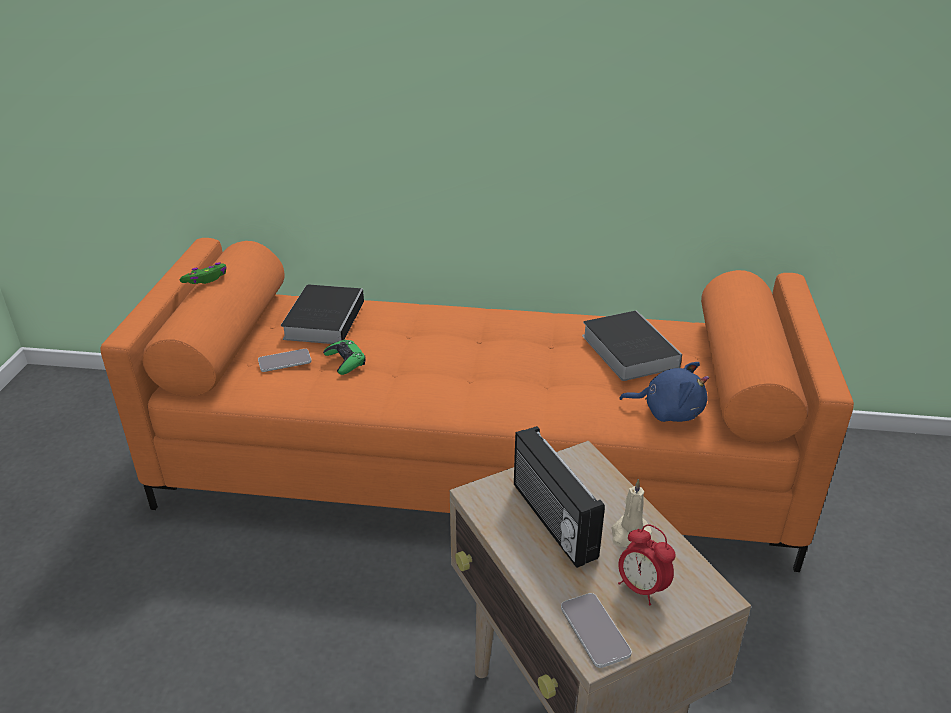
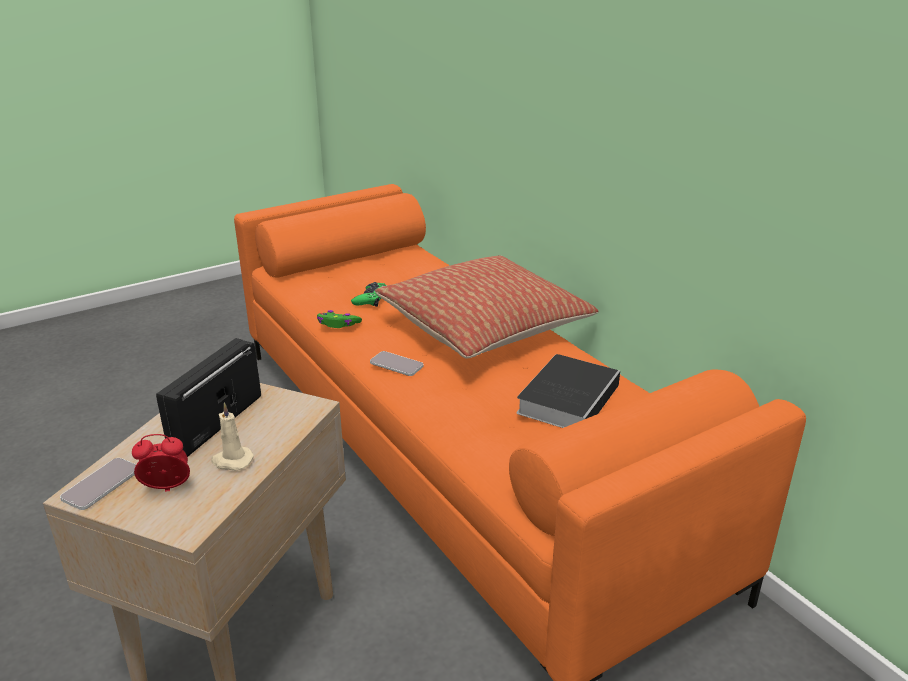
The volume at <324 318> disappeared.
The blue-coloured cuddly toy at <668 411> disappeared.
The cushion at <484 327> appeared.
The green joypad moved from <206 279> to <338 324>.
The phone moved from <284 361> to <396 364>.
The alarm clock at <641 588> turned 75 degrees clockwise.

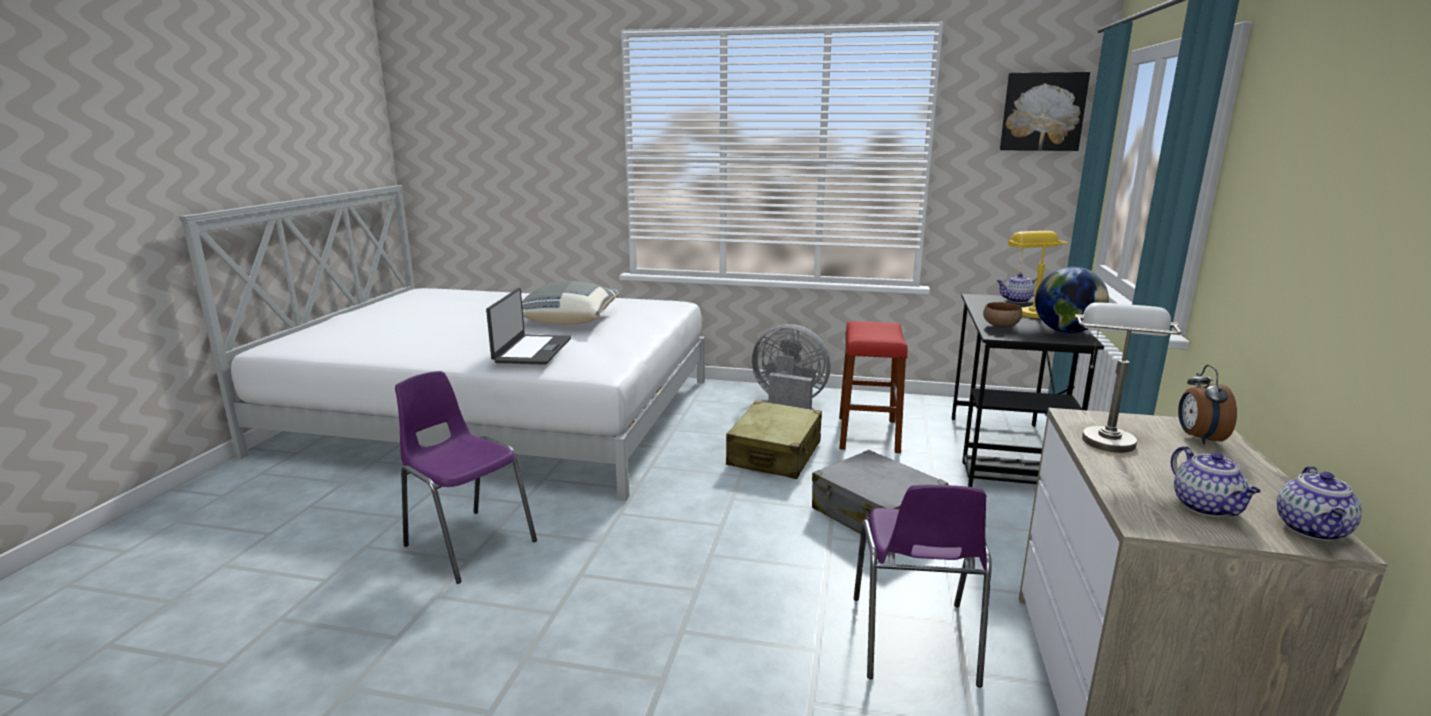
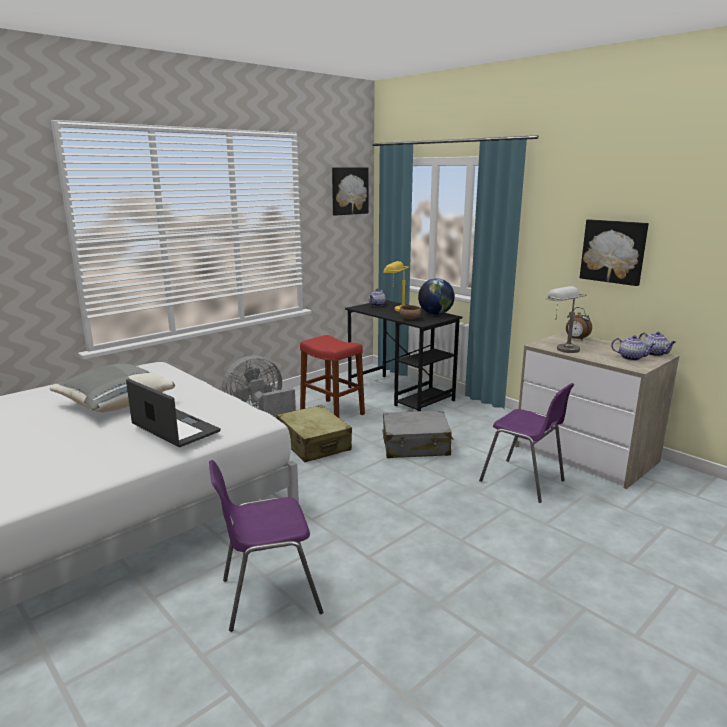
The wall picture at <613 251> appeared.

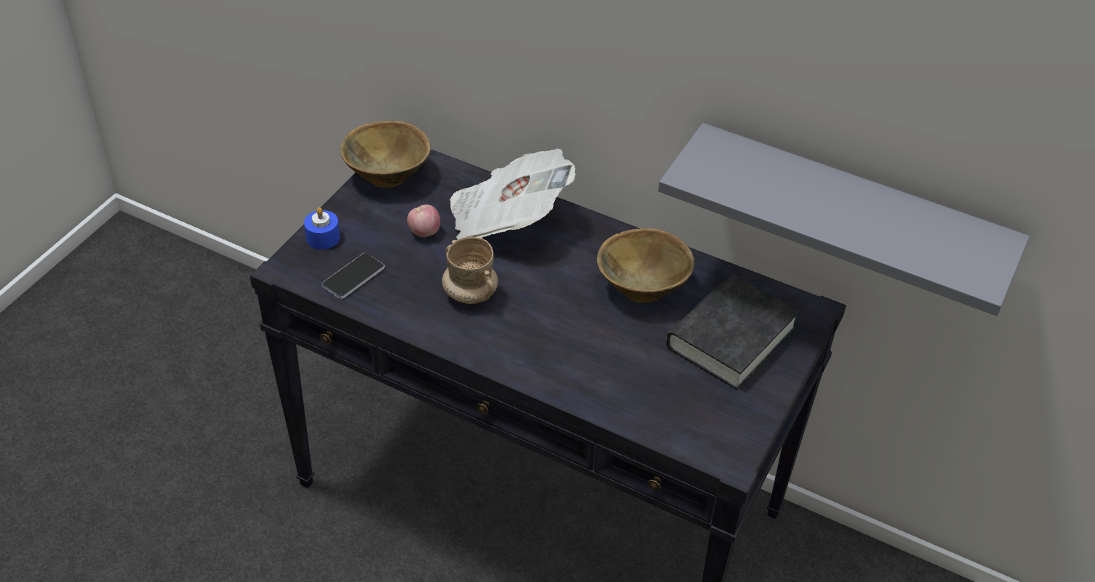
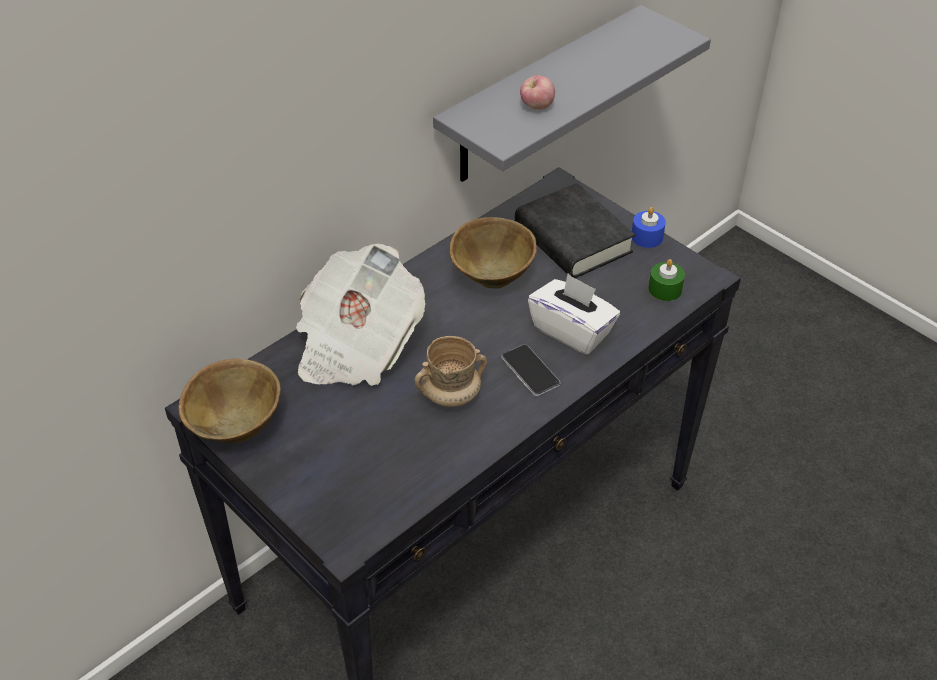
The white box of tissues at <572 331> appeared.
The green wax light at <665 289> appeared.
The blue-coloured wax light moved from <323 237> to <647 237>.
The phone moved from <353 277> to <530 371>.
The apple fruit moved from <424 232> to <536 107>.

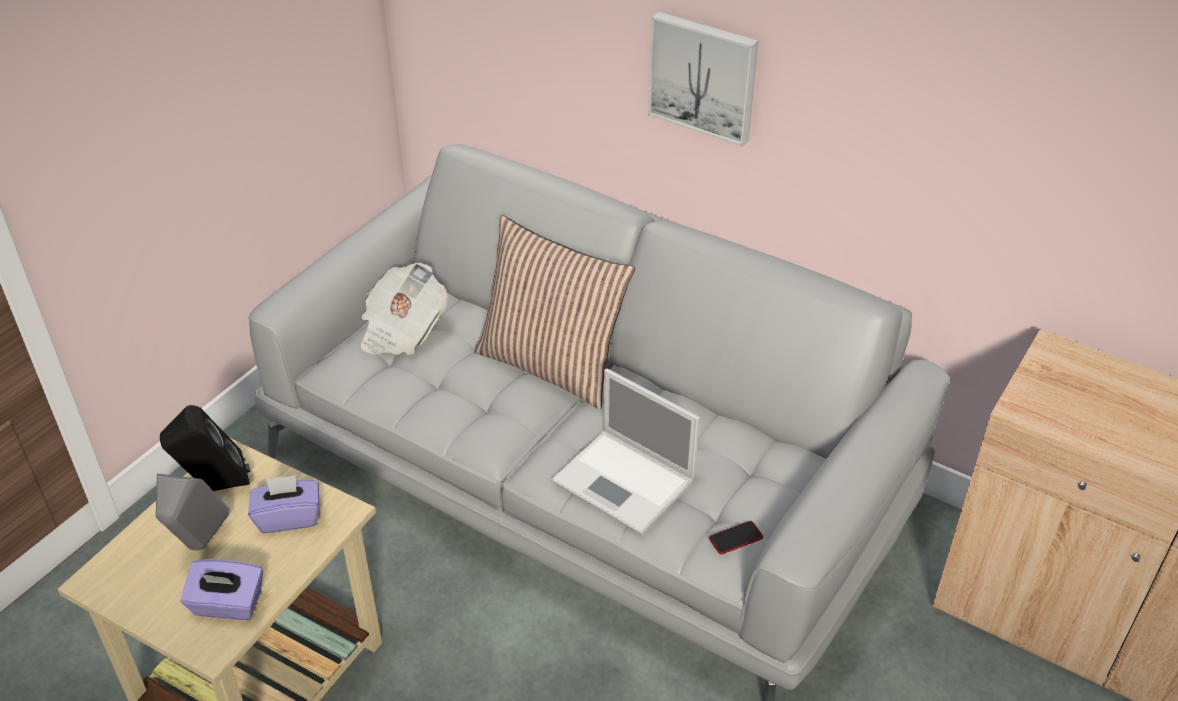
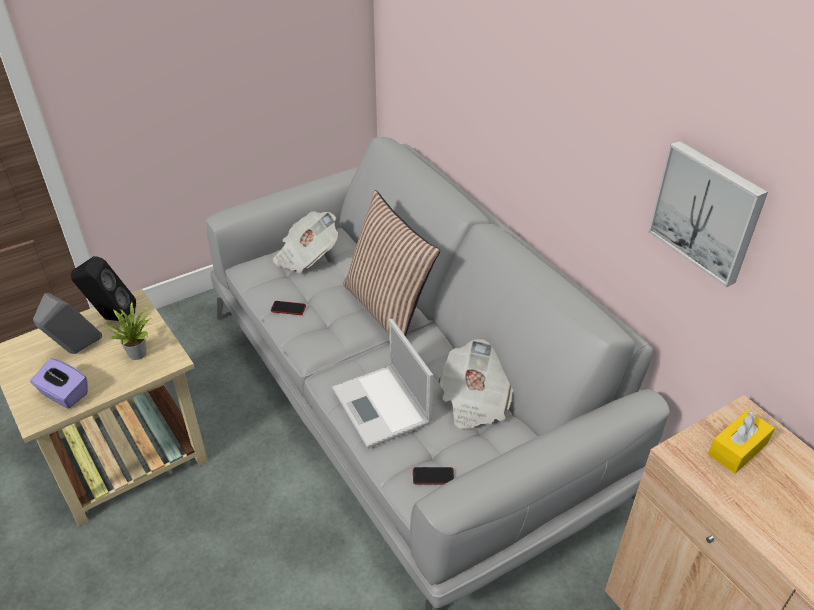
The phone at <288 308> appeared.
The newspaper at <475 400> appeared.
The yellowish box of tissues at <737 449> appeared.
The wall picture moved from <704 76> to <707 211>.
The purple-coloured box of tissues at <289 517> was replaced by the houseplant at <138 352>.

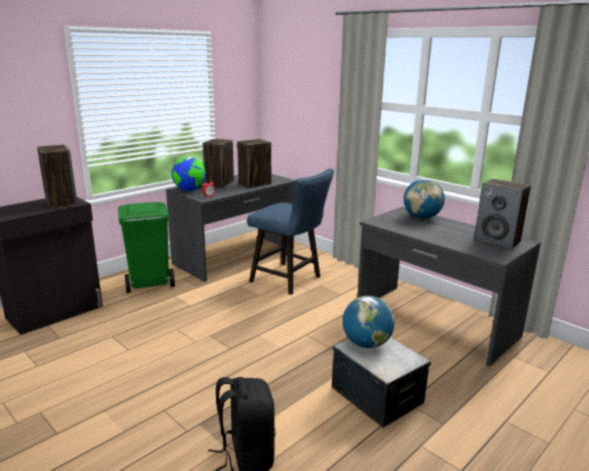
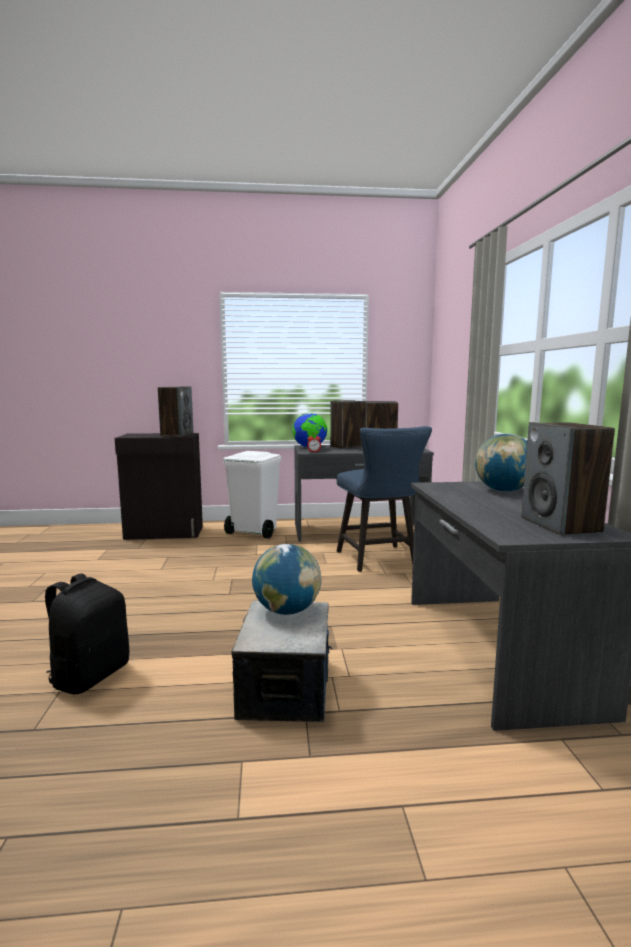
The green rubbish bin at <149 284> became the white rubbish bin at <253 532>.

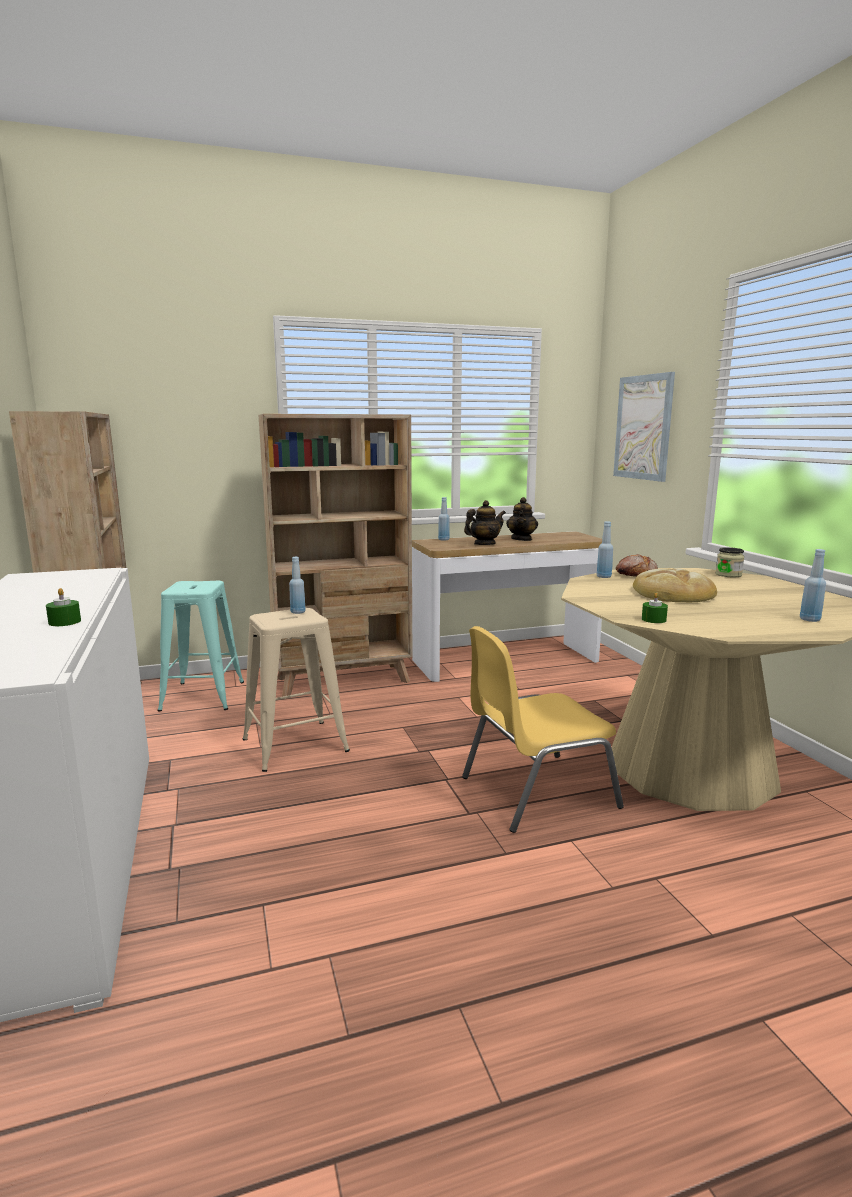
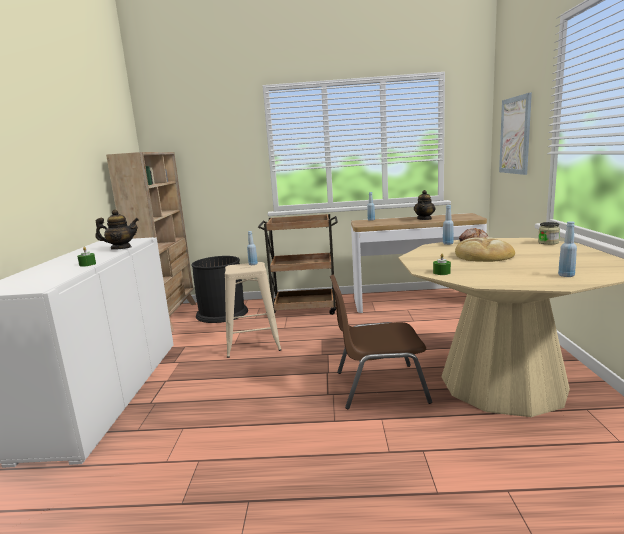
The tea pot moved from <484 544> to <121 248>.
The blue-green stool at <203 696> was replaced by the blackish rubbish bin at <222 313>.
The beige bookshelf at <344 680> was replaced by the brown trolley at <305 309>.
The yellowish plain chair at <535 791> became the brown plain chair at <379 386>.

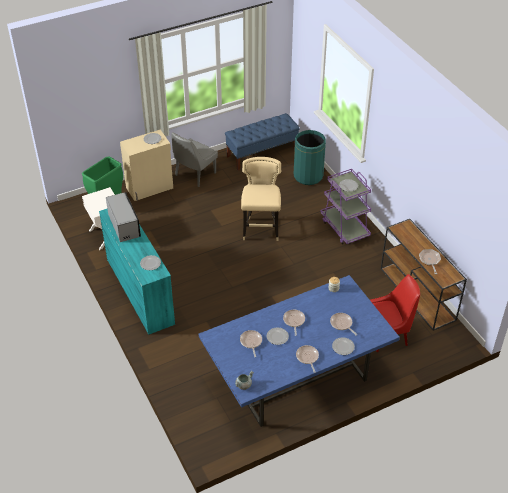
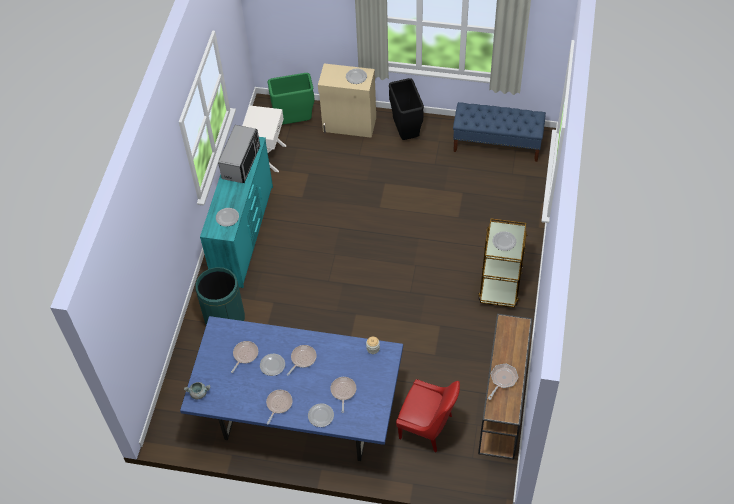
The beige stool at <261 230> disappeared.
The green rubbish bin moved from <308 176> to <225 319>.
The greyish plain chair at <194 174> was replaced by the blackish rubbish bin at <405 133>.
The purple-coloured trolley at <344 228> became the brown trolley at <500 282>.

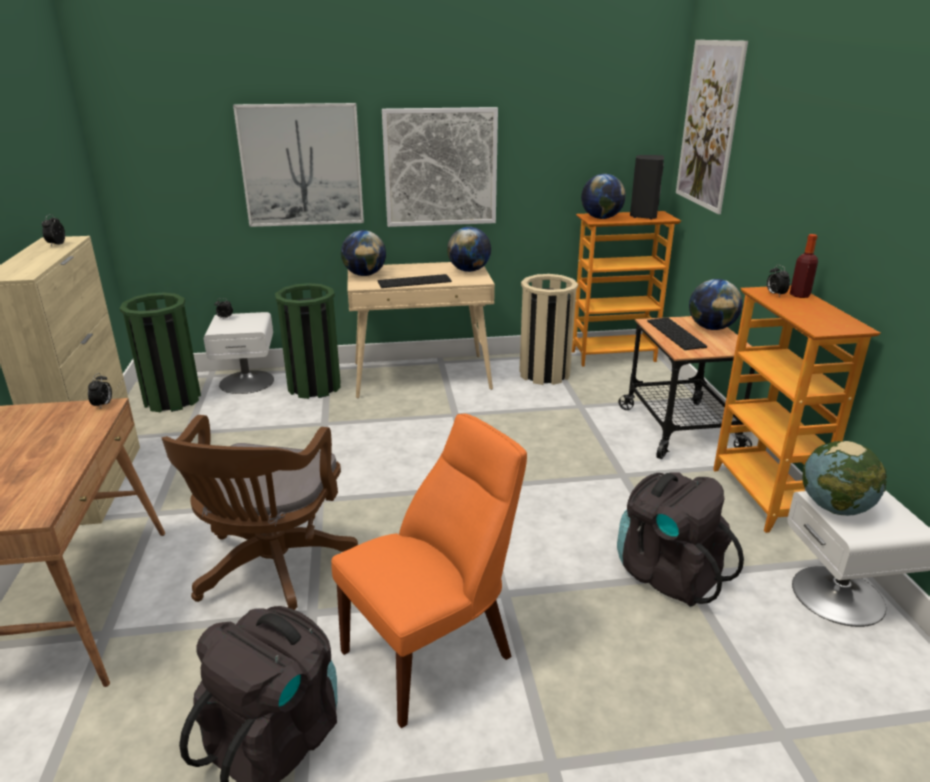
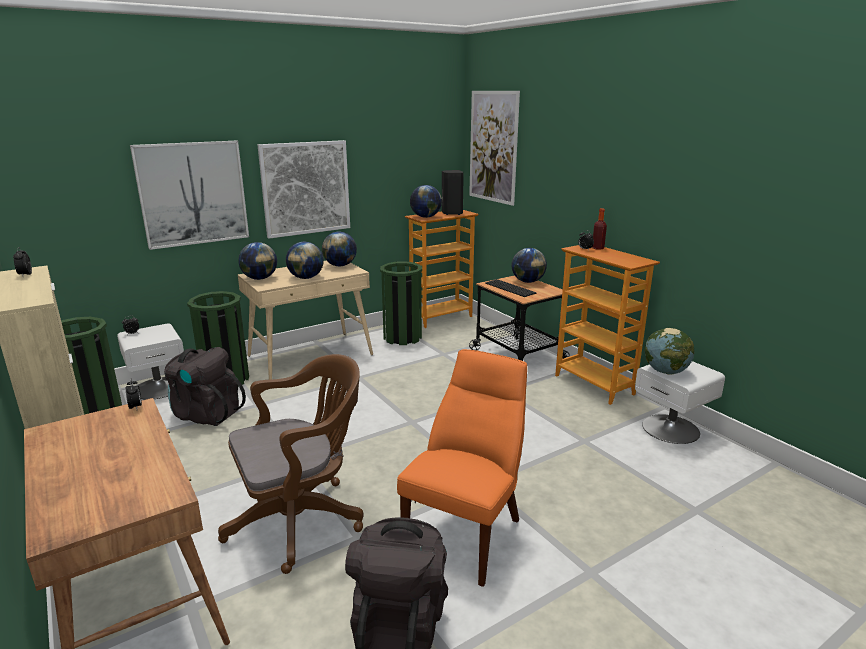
The blackish backpack moved from <668 574> to <206 414>.
The keyboard at <415 281> was replaced by the desk globe at <306 278>.
The beige rubbish bin at <544 374> became the green rubbish bin at <402 337>.
The brown office chair at <271 571> turned 105 degrees counterclockwise.

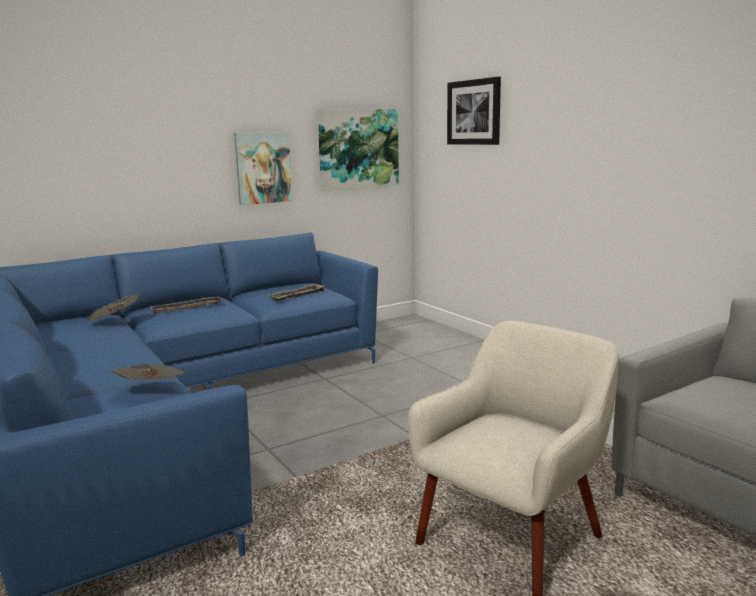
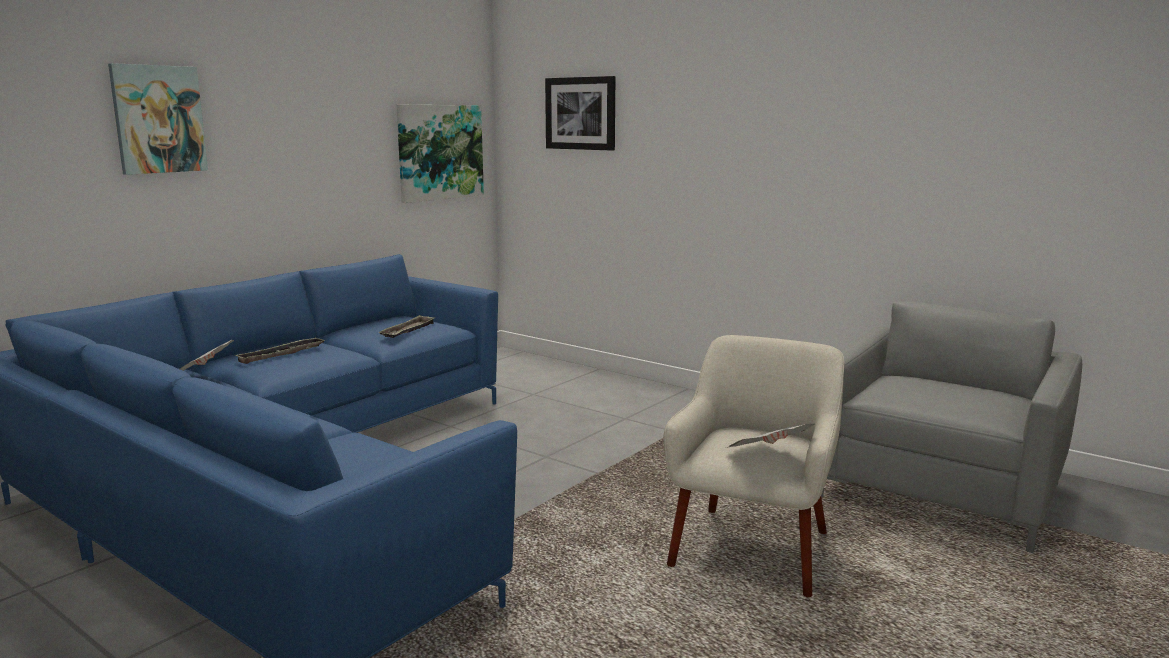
The newspaper moved from <152 391> to <768 457>.
The wall picture moved from <263 168> to <158 119>.

